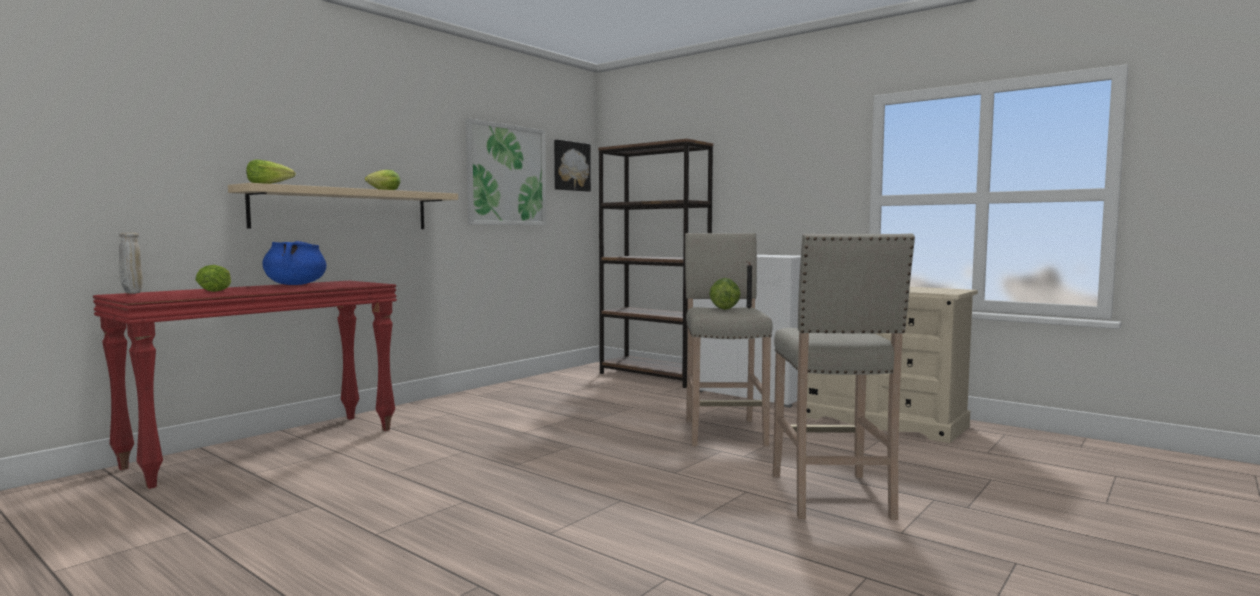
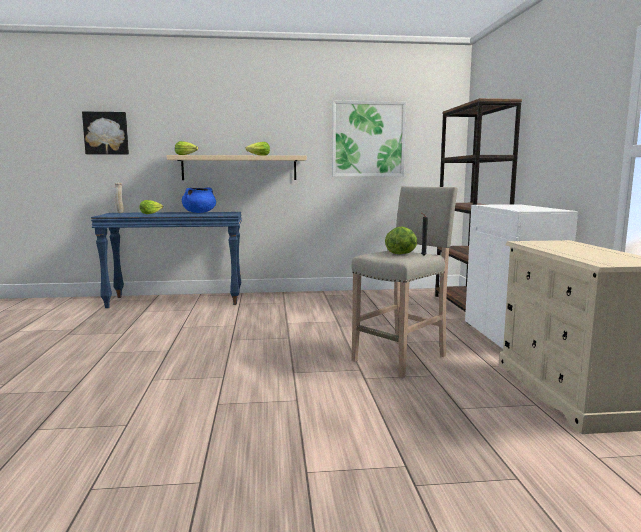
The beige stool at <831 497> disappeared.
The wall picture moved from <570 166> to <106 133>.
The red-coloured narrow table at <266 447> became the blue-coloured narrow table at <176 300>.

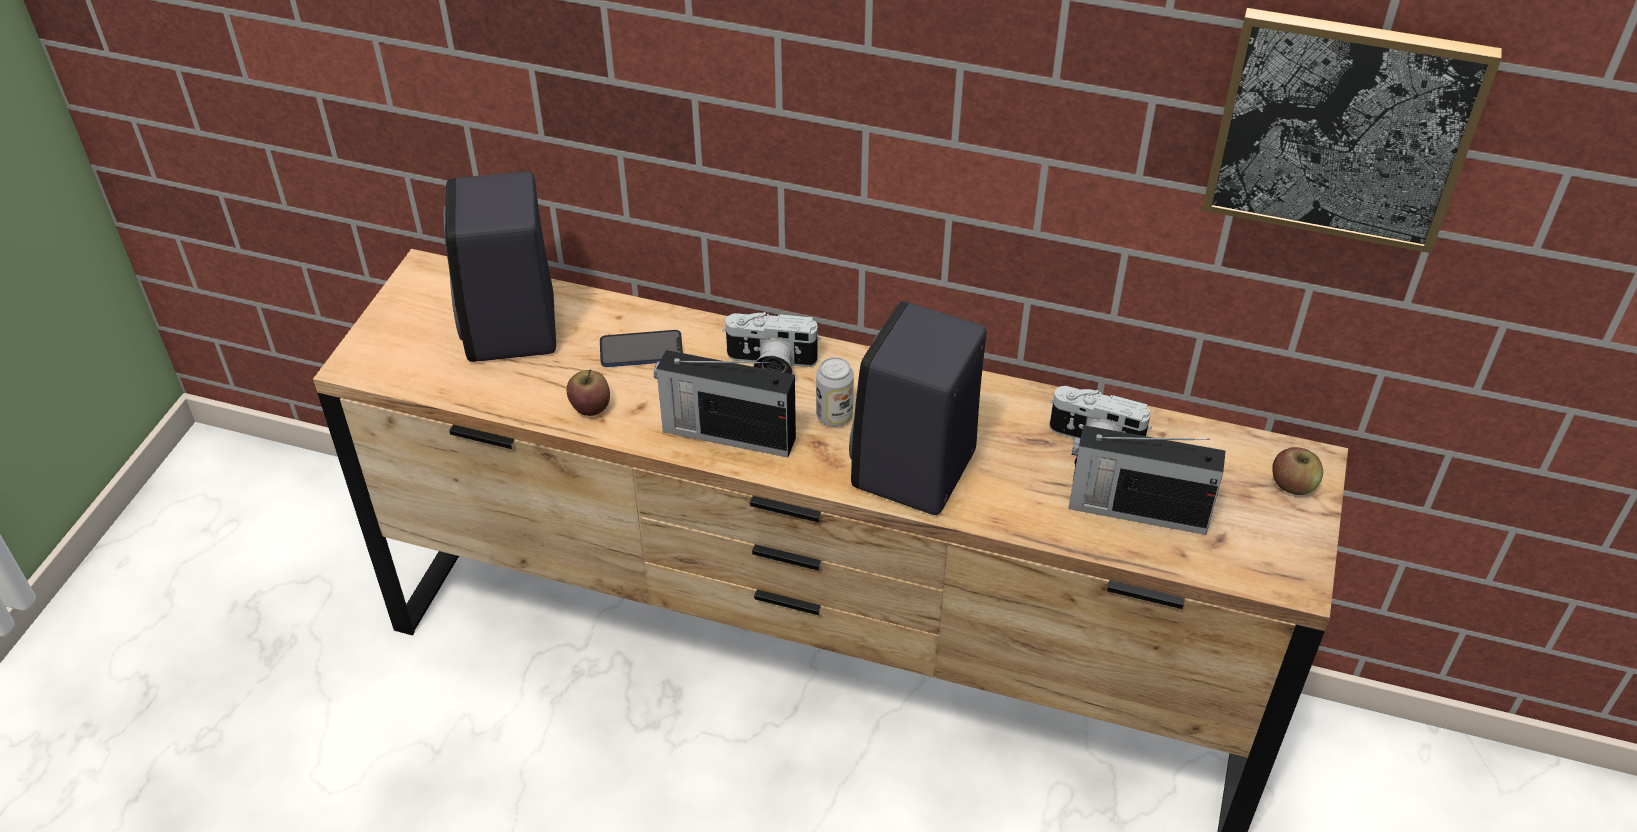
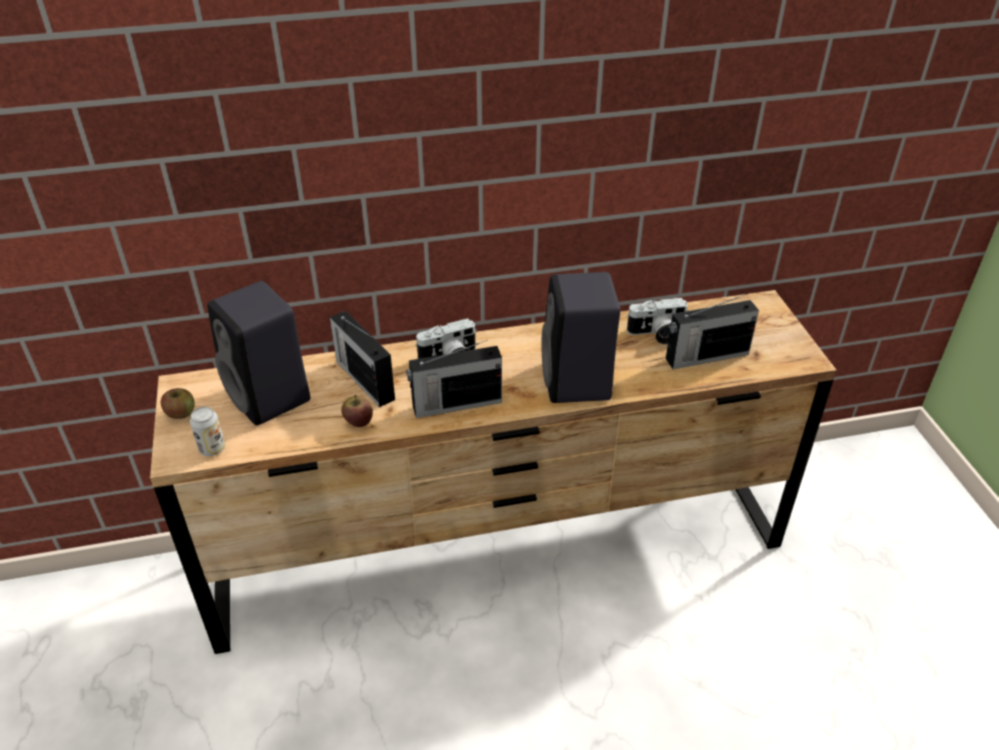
The wall picture at <1342 129> disappeared.
The can moved from <834 416> to <212 449>.
The apple fruit moved from <1293 484> to <181 413>.
The phone at <641 351> was replaced by the radio receiver at <364 379>.

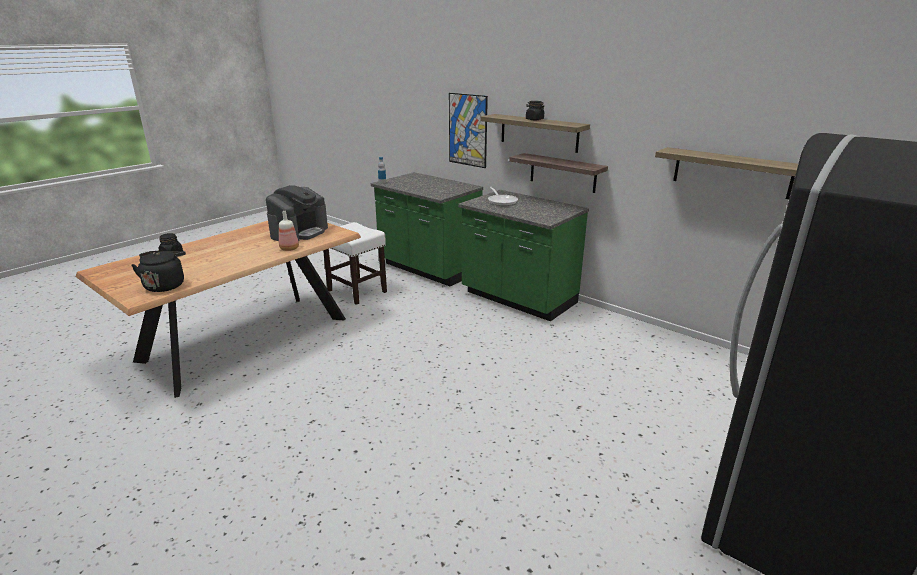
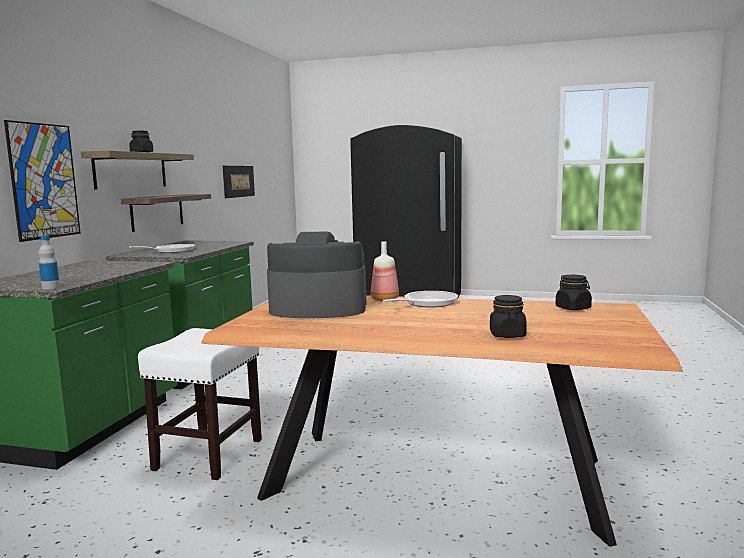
The skillet at <426 303> appeared.
The blackish water kettle at <165 285> was replaced by the blackish storage jar at <573 308>.
The shelf at <731 172> was replaced by the wall picture at <238 181>.

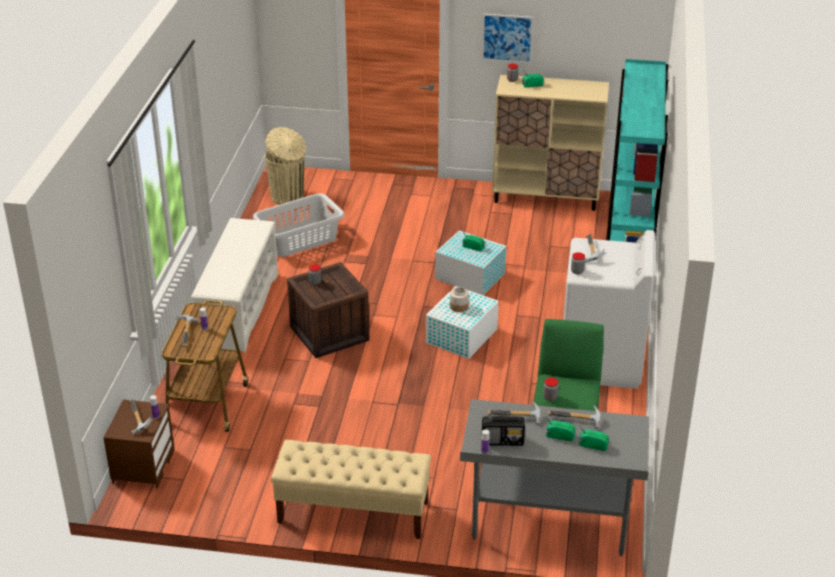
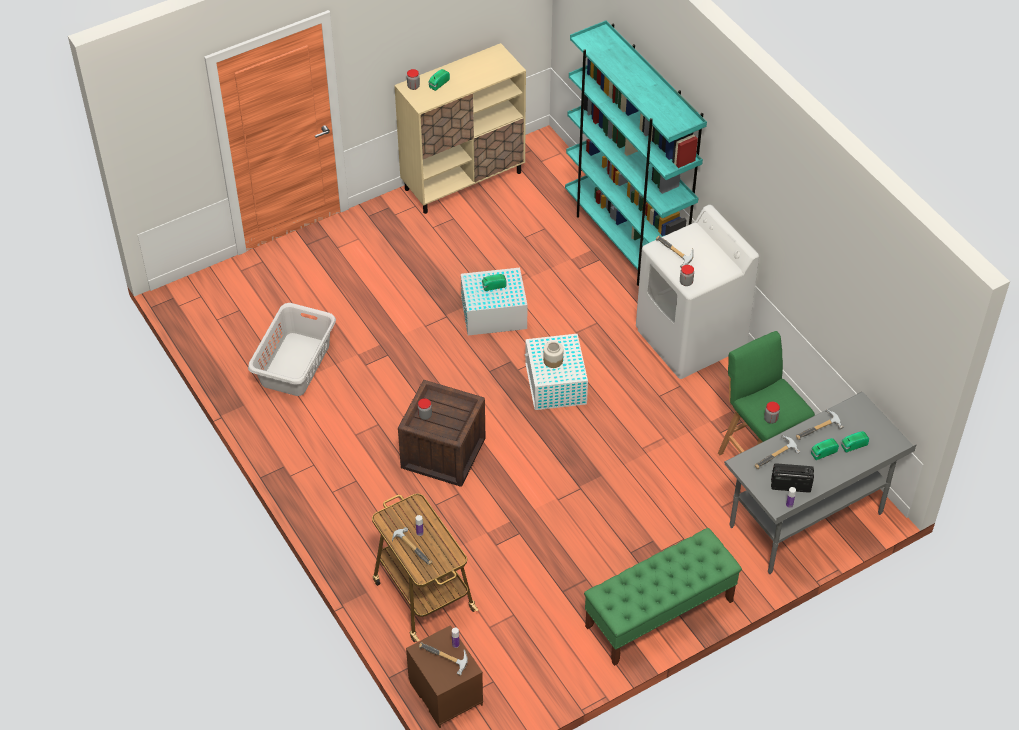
The white shoe shelf at <239 310> disappeared.
The beige rubbish bin at <288 197> disappeared.
The wall picture at <507 38> disappeared.
The beige long seat at <352 512> became the green long seat at <659 614>.
The radio receiver at <503 441> turned 135 degrees counterclockwise.

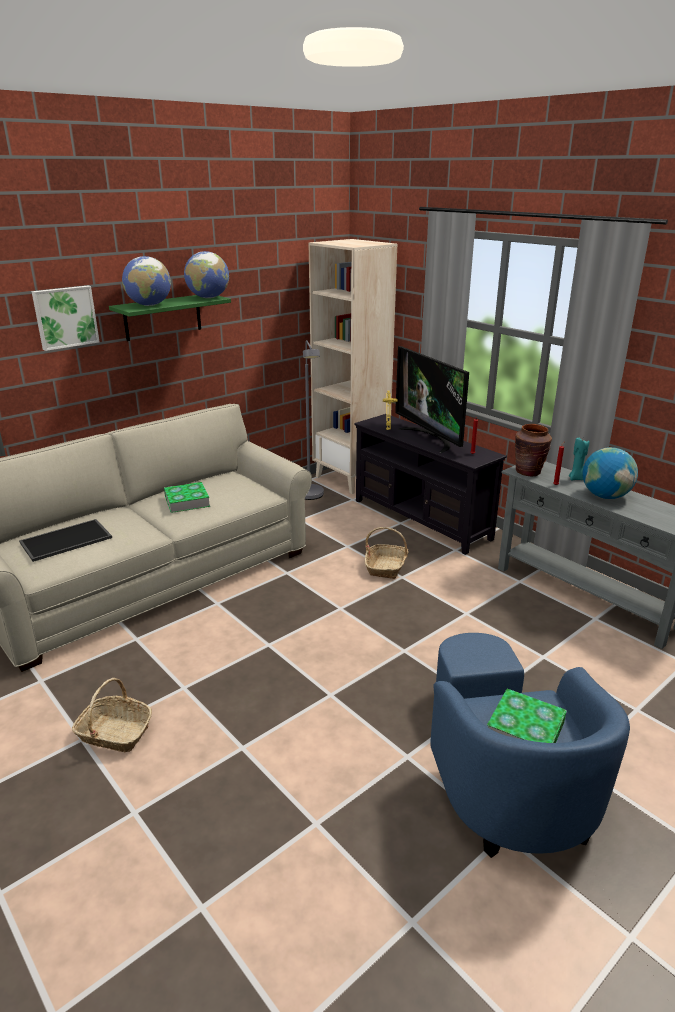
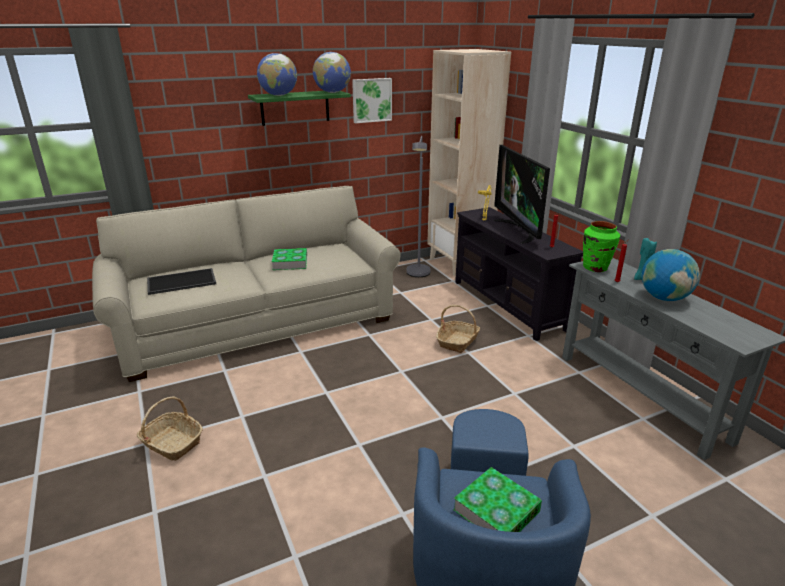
The wall picture moved from <65 317> to <371 100>.
The brown vase at <528 472> became the green vase at <595 267>.

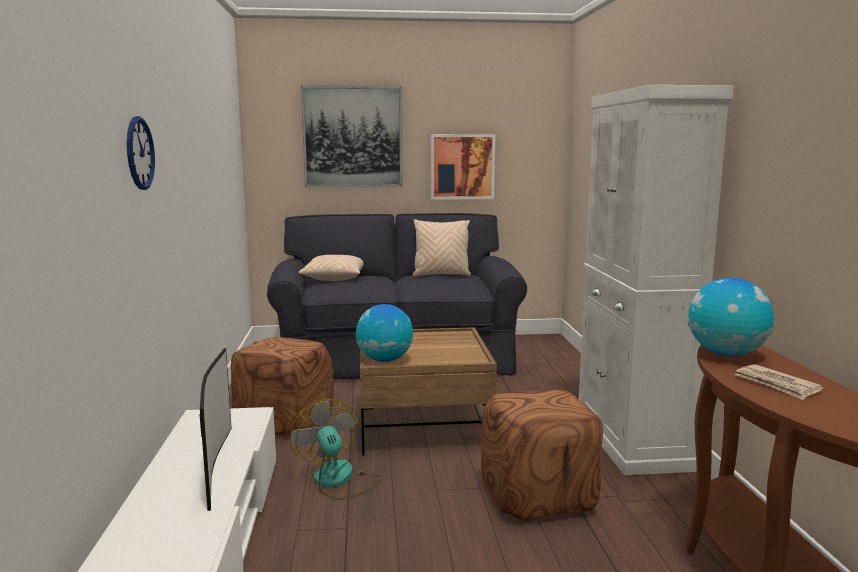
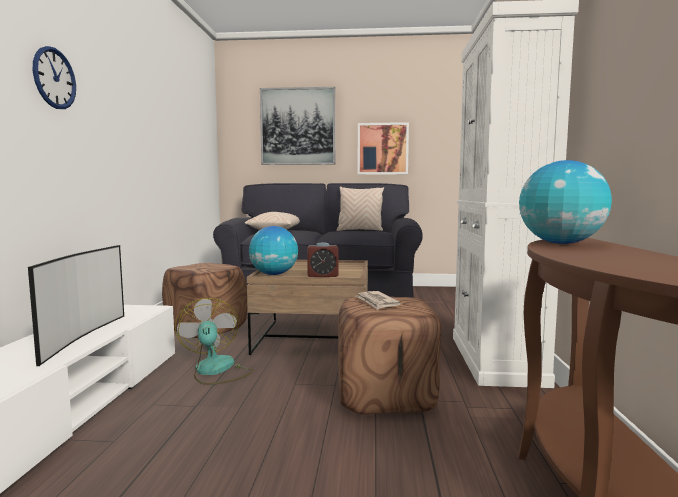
The alarm clock at <322 276> appeared.
The newspaper moved from <776 384> to <376 302>.

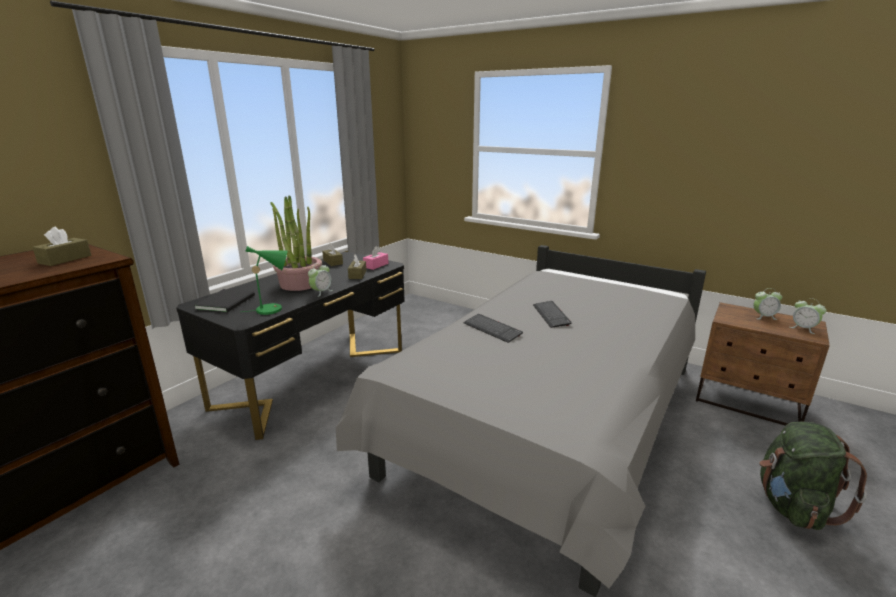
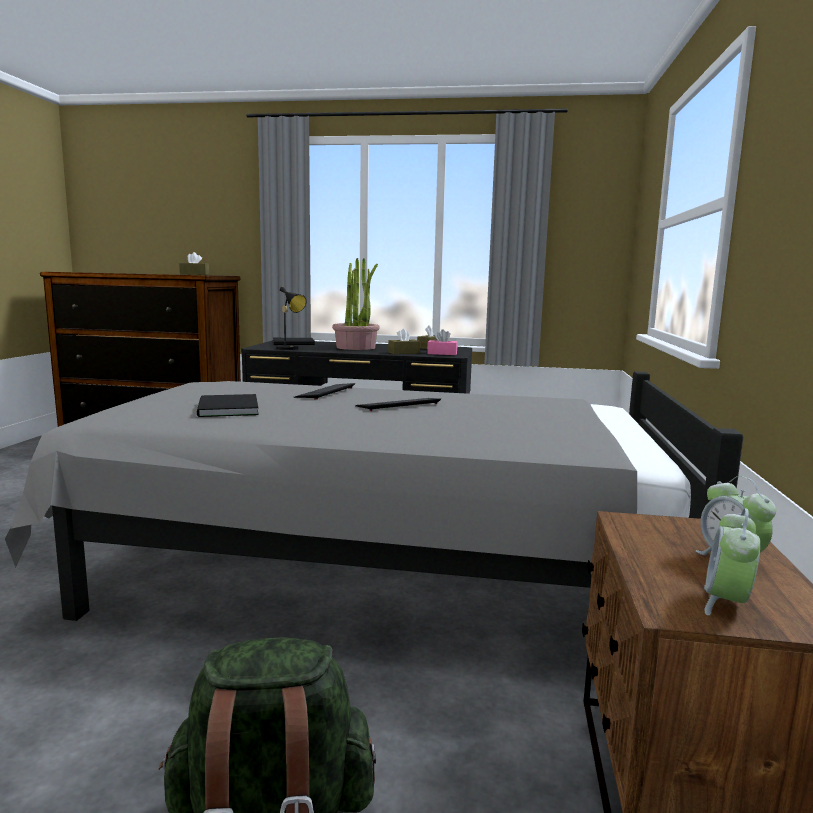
The alarm clock at <321 292> disappeared.
The blackish volume at <226 409> appeared.
The green lamp for a table at <273 309> became the blackish lamp for a table at <289 348>.

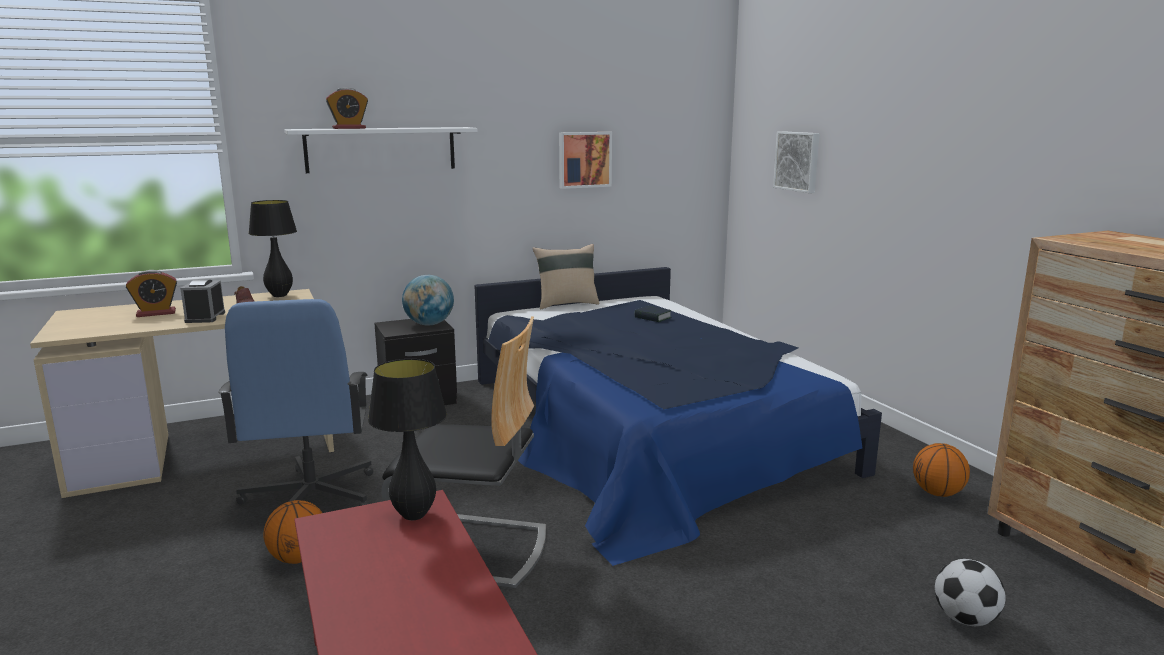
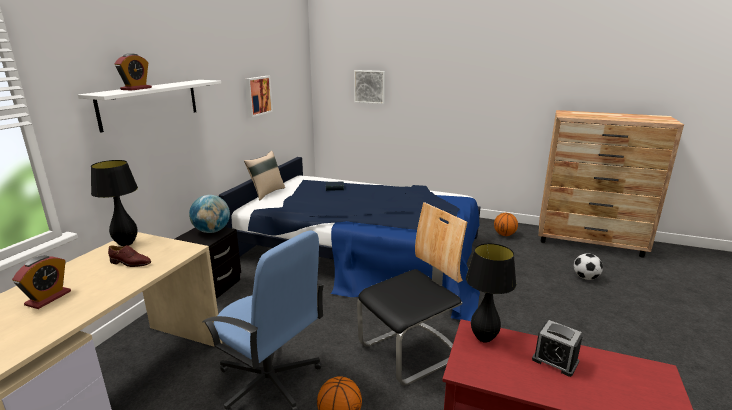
The alarm clock moved from <205 317> to <555 361>.

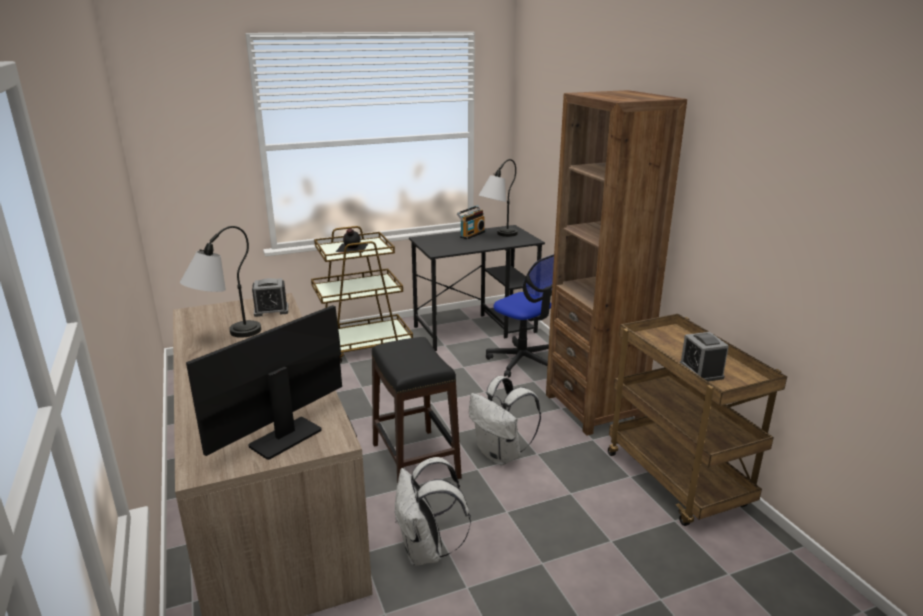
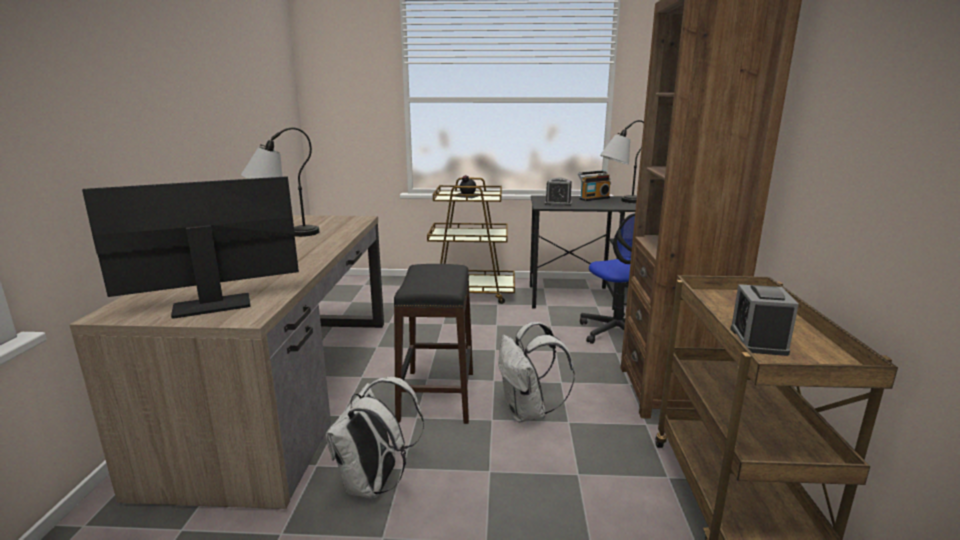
The alarm clock moved from <271 310> to <558 203>.

